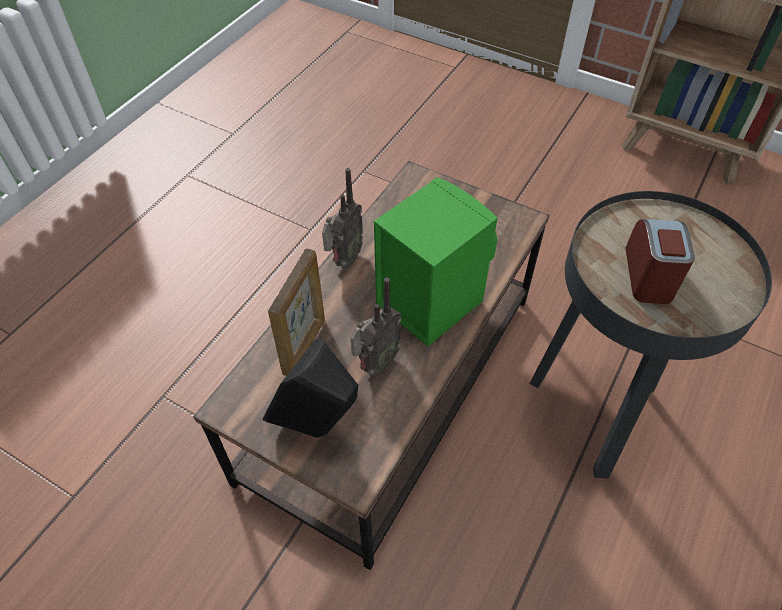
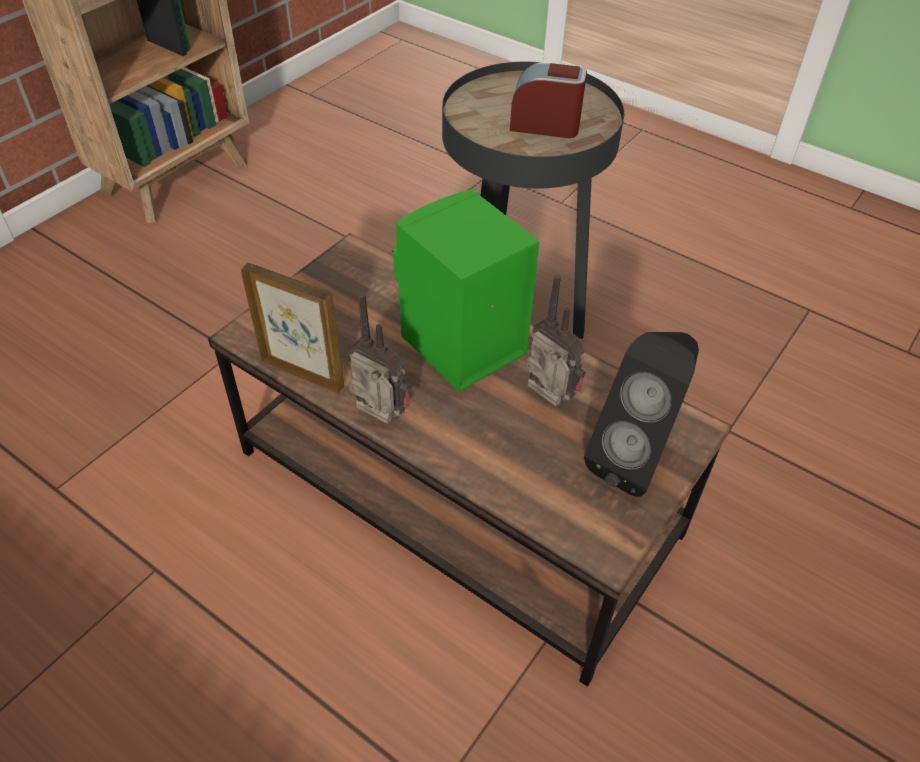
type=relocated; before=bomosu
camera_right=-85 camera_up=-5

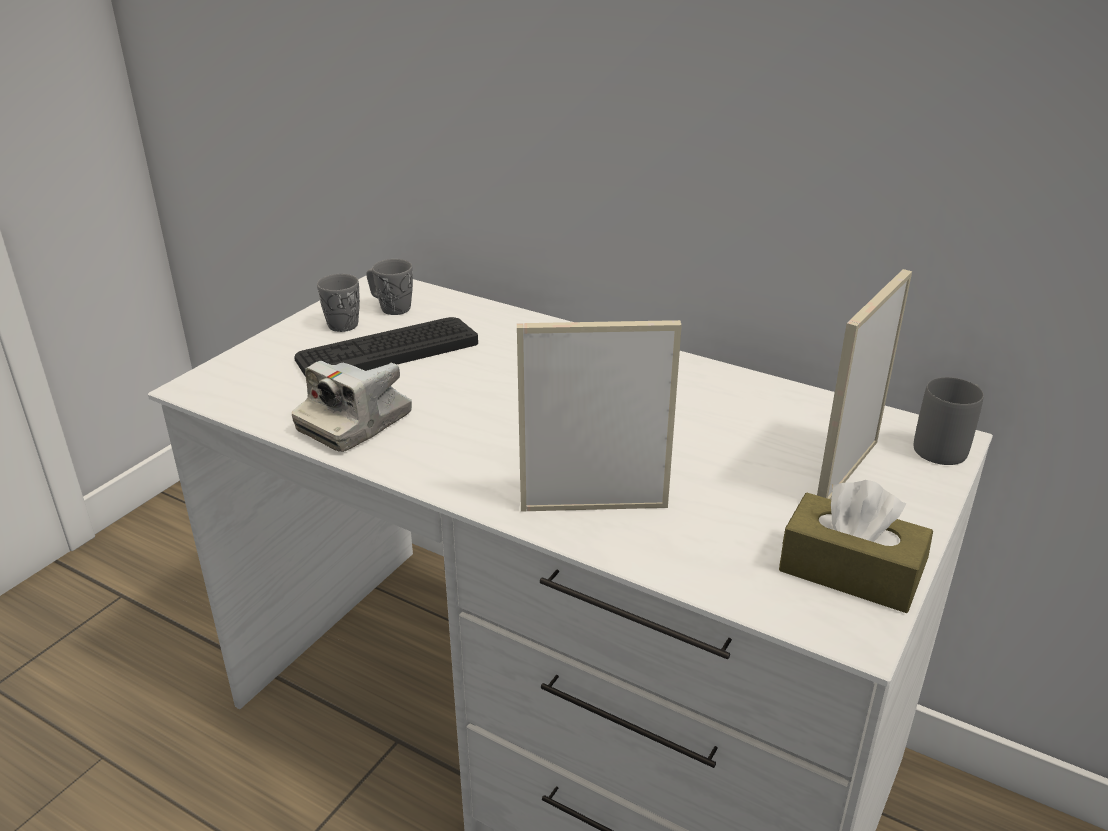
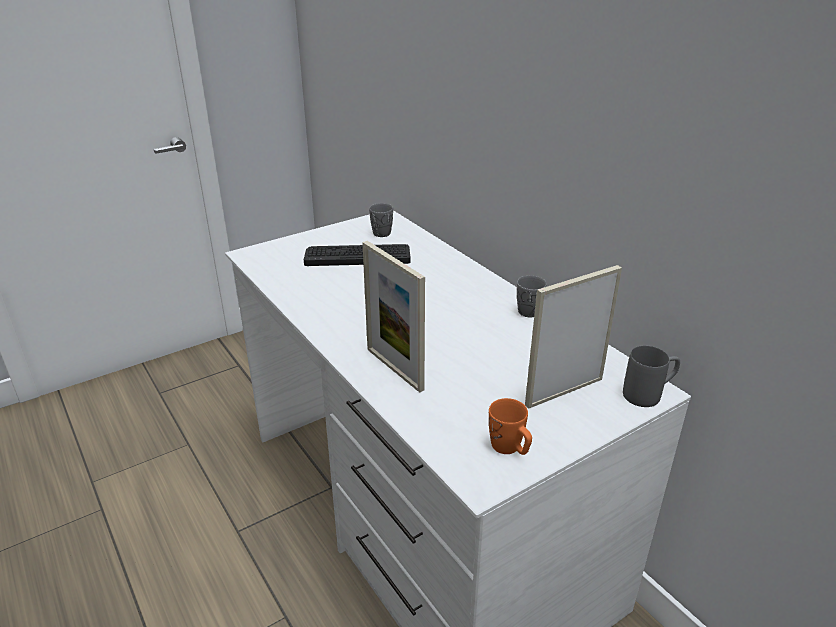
type=missing; before=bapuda
type=relocated; before=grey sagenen (no. 1 from left in the first image); after=grey sagenen (no. 2 from left)
type=spun; before=bomosu (no. 1 from left); turn=-150
type=exchanged; before=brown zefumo; after=orange sagenen
camera_right=25 camera_up=0

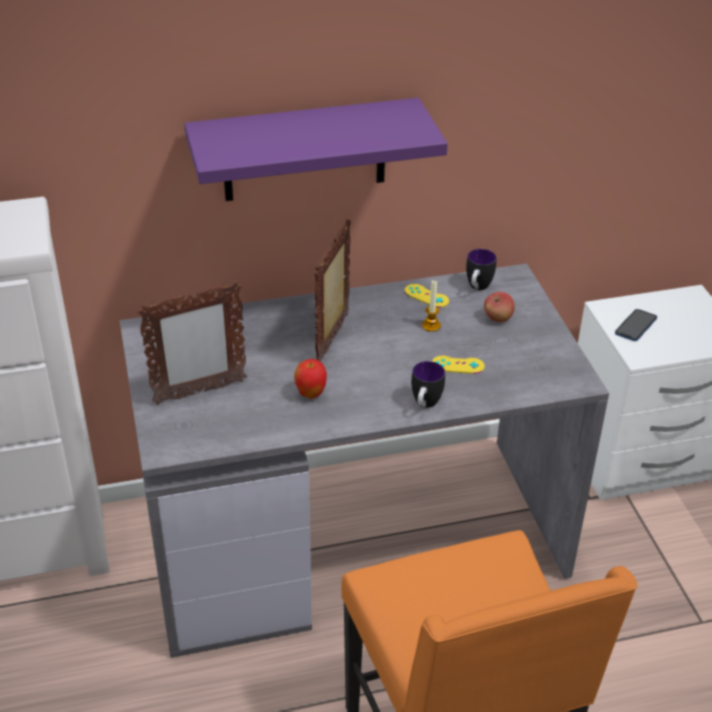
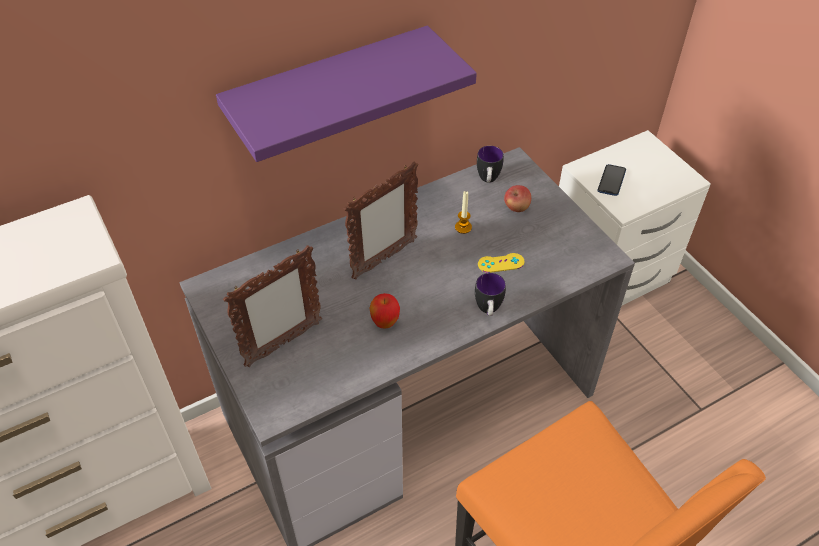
type=spun; before=bomosu (no. 2 from left); turn=-135
type=missing; before=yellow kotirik (no. 1 from left)
camera_right=-15 camera_up=10

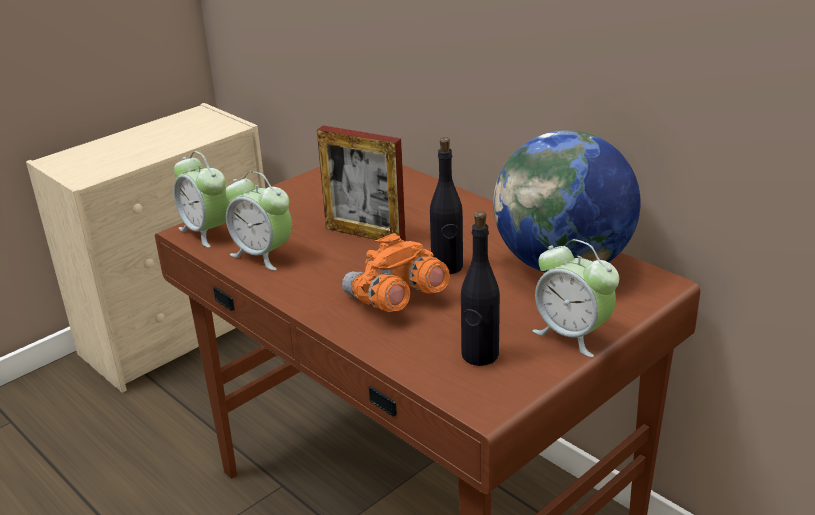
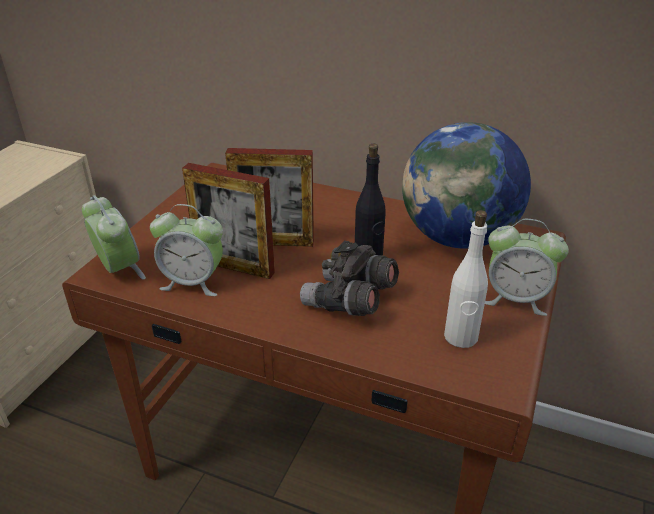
type=spun; before=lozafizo (no. 1 from left); turn=-150
type=colour; before=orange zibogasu; after=grey zibogasu
type=colour; before=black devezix (no. 2 from left); after=white devezix
type=appeared; after=bomosu (no. 1 from left)
camera_right=-25 camera_up=5

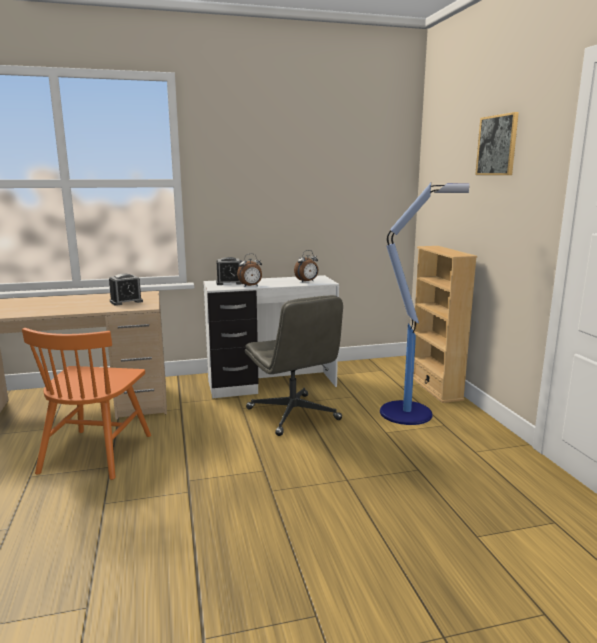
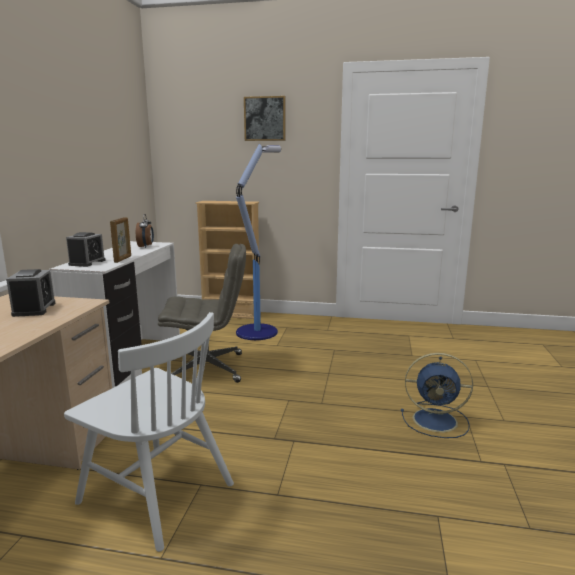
type=colour; before=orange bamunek; after=white bamunek
type=exchanged; before=lozafizo (no. 3 from left); after=bomosu
type=appeared; after=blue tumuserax
camera_right=-65 camera_up=0

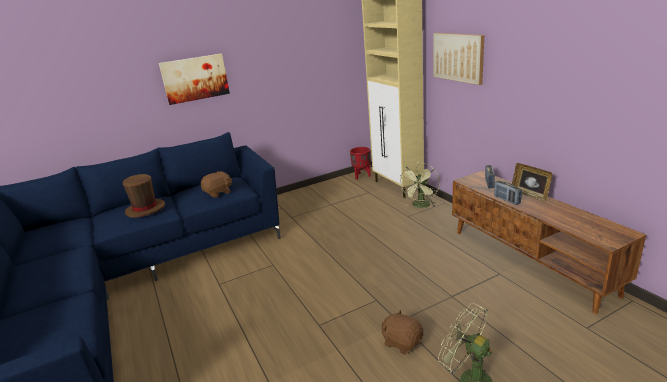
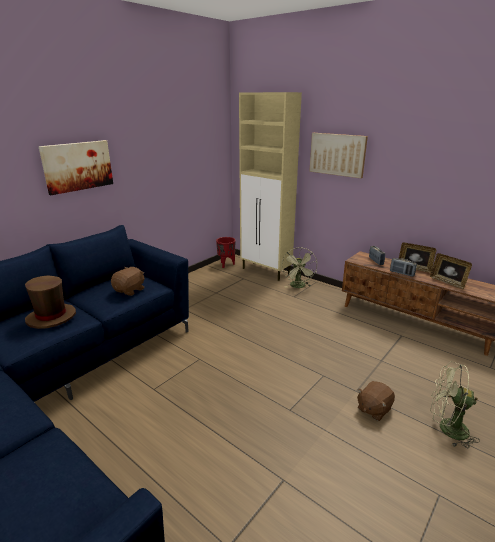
type=spun; before=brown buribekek (no. 2 from left); turn=-60
type=appeared; after=bomosu (no. 2 from left)
camera_right=-25 camera_up=0

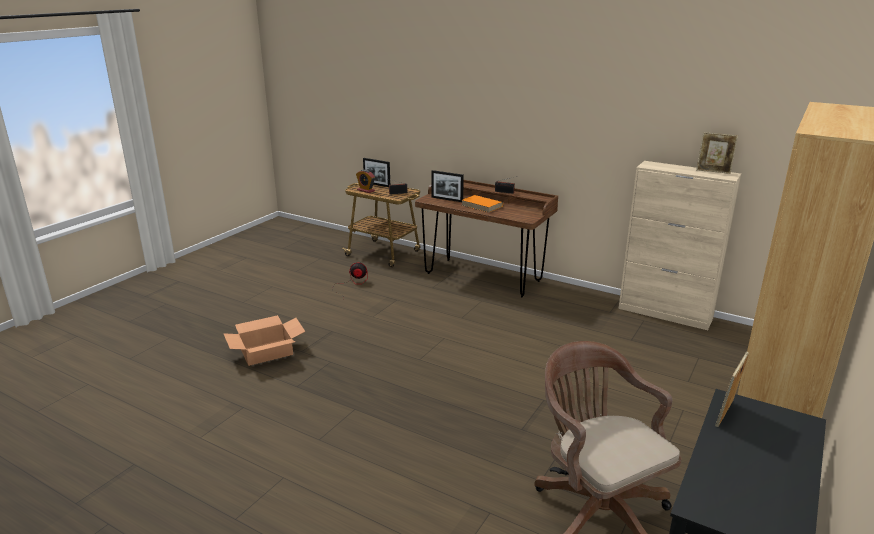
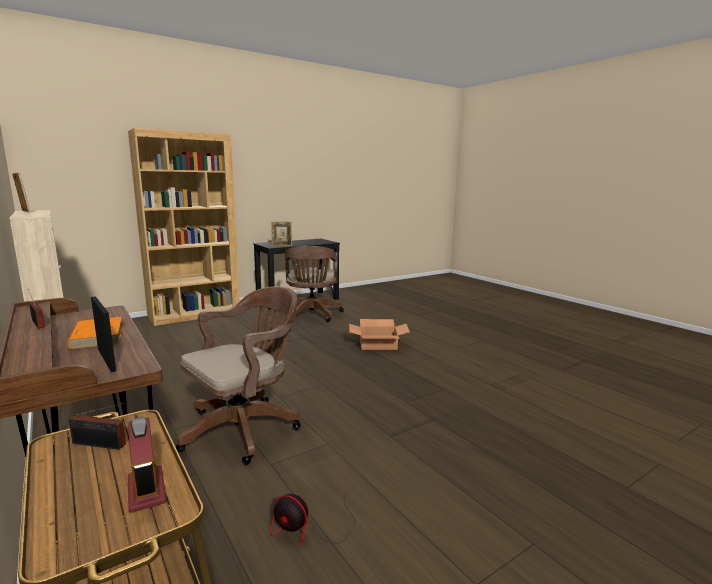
type=relocated; before=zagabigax
type=missing; before=bomosu (no. 1 from left)
type=appeared; after=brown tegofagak (no. 1 from left)
camera_right=-155 camera_up=-10

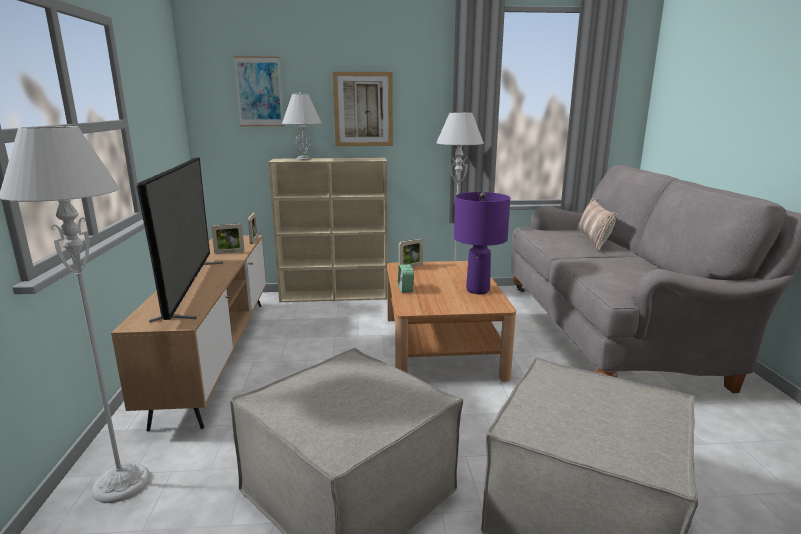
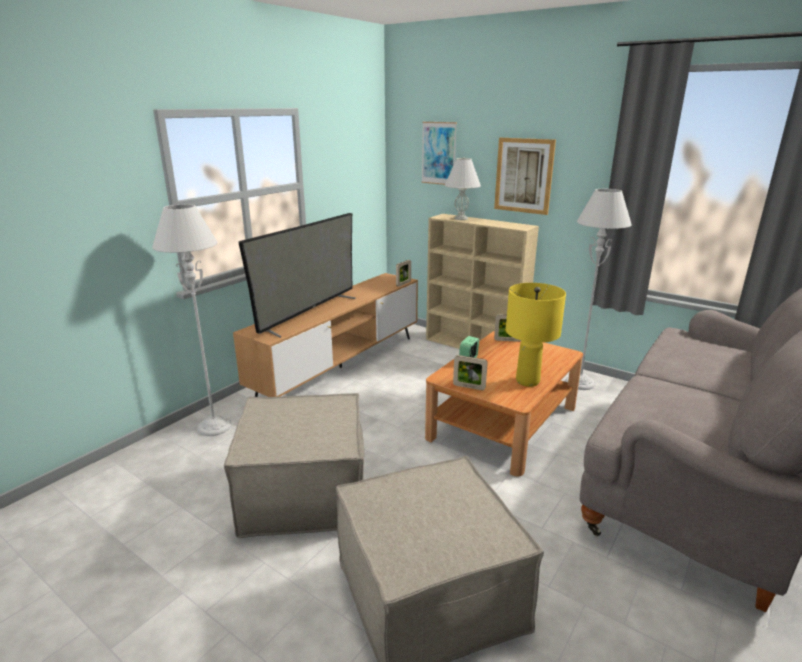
type=relocated; before=bomosu (no. 1 from left in the first image); after=bomosu (no. 2 from left)
type=colour; before=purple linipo; after=yellow linipo
type=missing; before=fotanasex
camera_right=40 camera_up=5

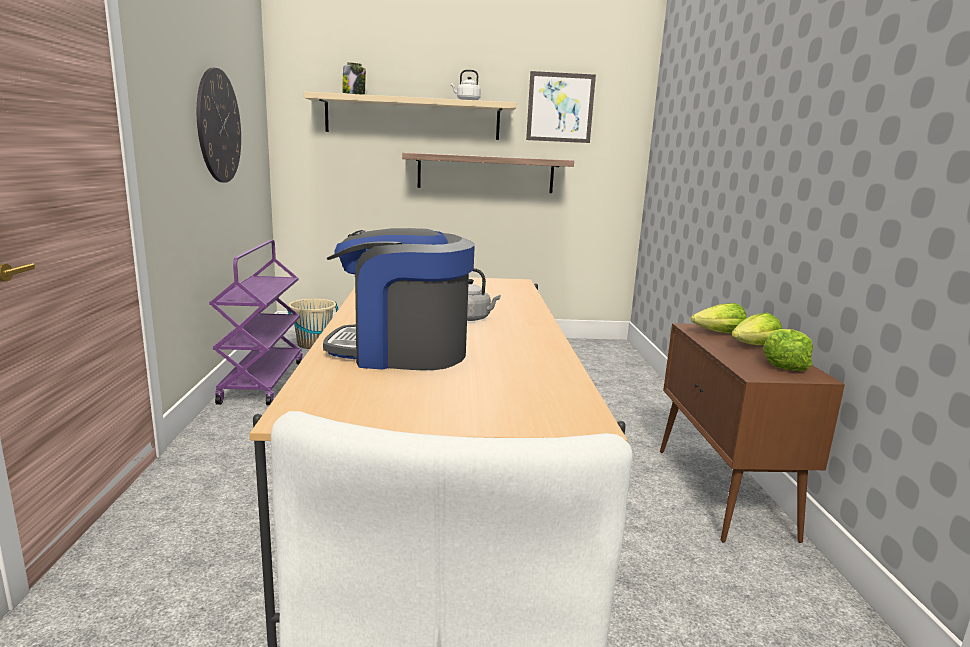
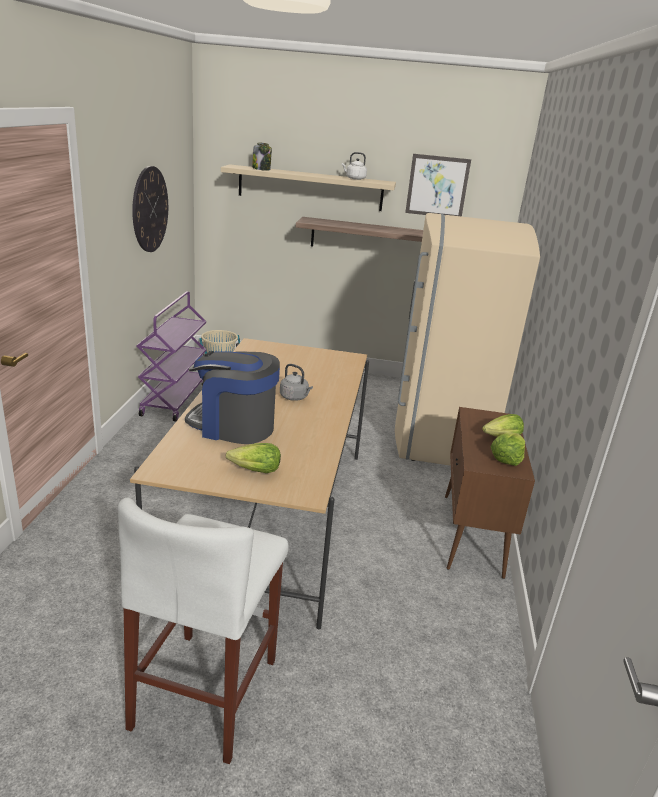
type=relocated; before=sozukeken (no. 1 from left)
type=appeared; after=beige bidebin
camera_right=10 camera_up=10

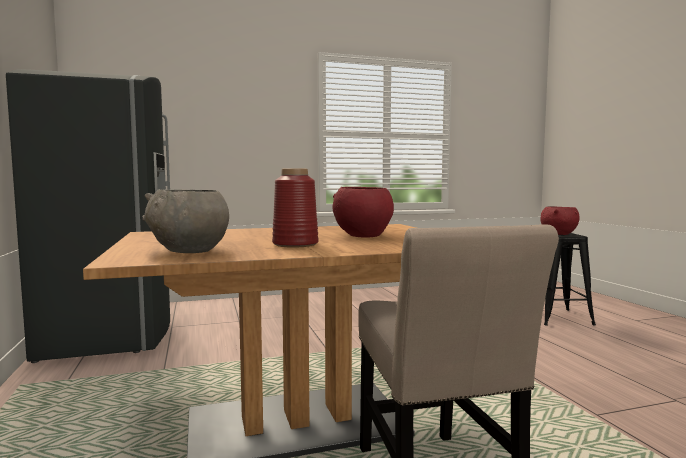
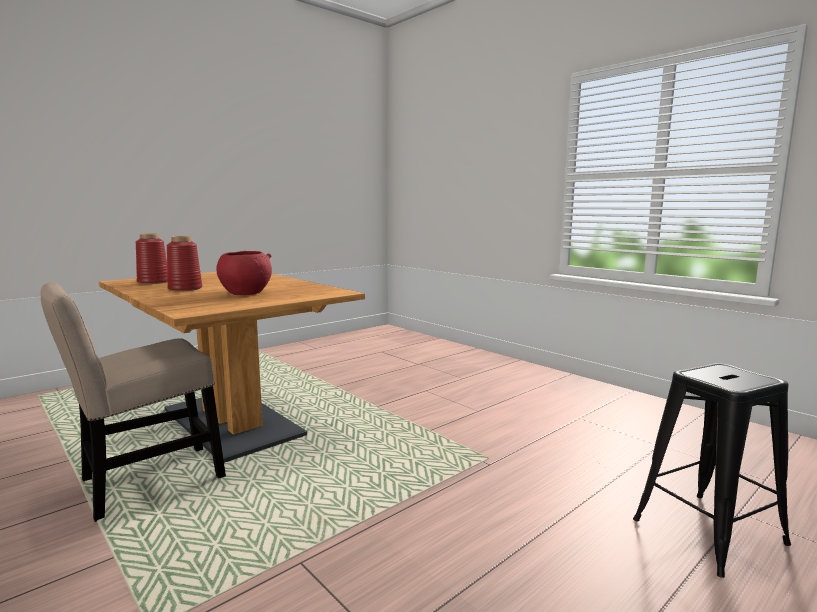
type=missing; before=grey bidebin
type=exchanged; before=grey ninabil; after=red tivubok (no. 1 from left)
type=missing; before=red ninabil (no. 2 from left)
camera_right=65 camera_up=5

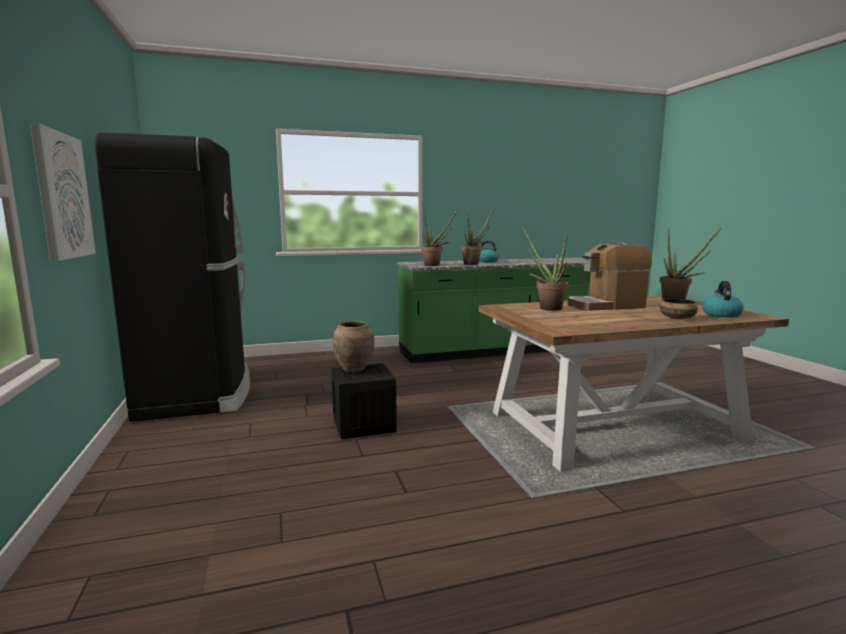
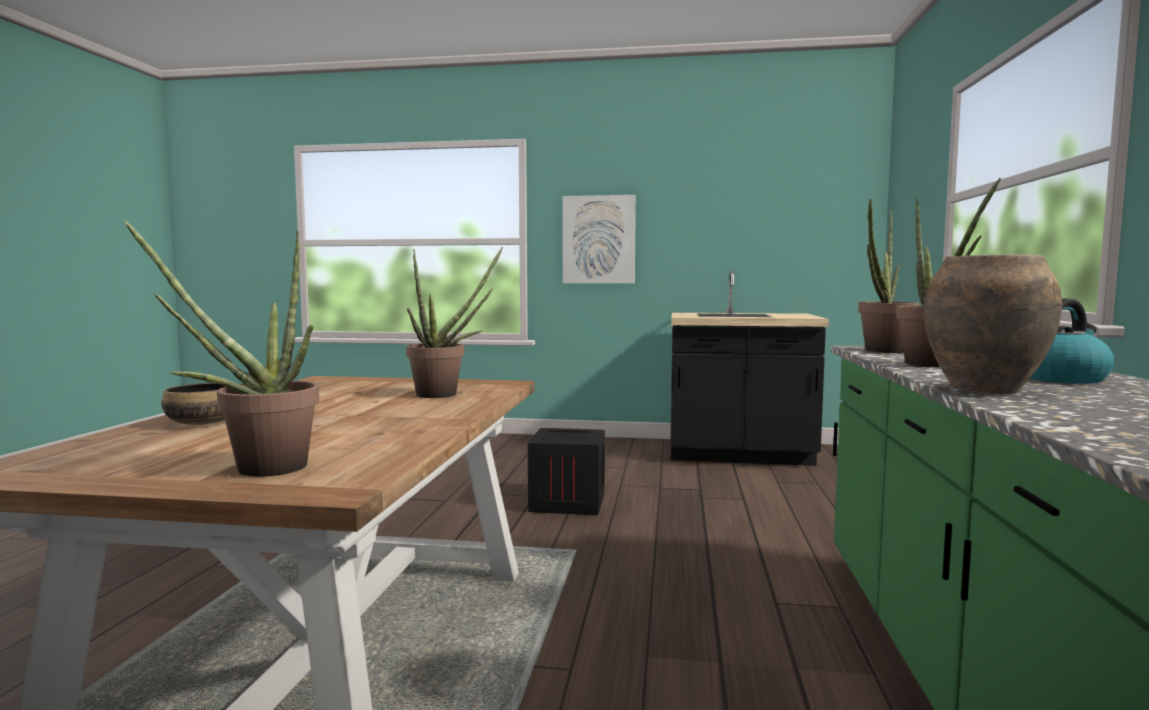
type=exchanged; before=black bidebin; after=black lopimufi
type=relocated; before=brown tivubok
type=missing; before=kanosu
type=missing; before=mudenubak (no. 2 from left)
camera_right=115 camera_up=-5

